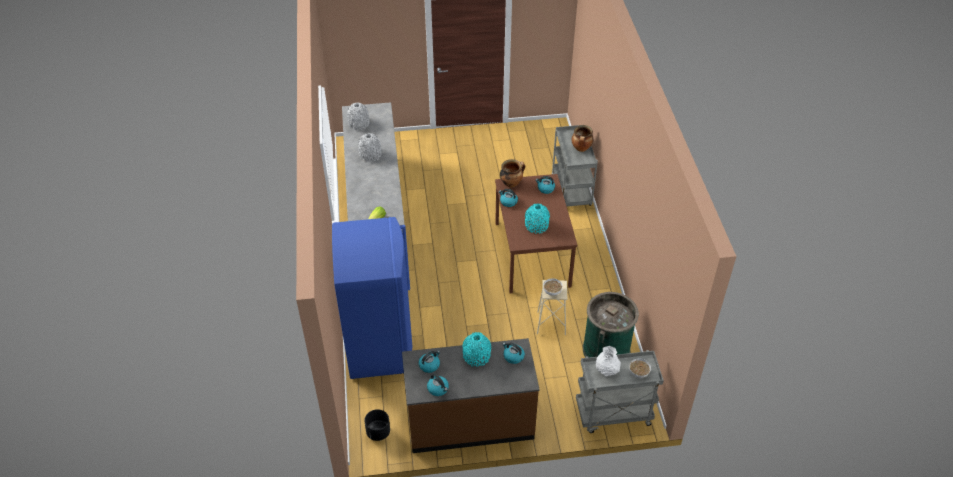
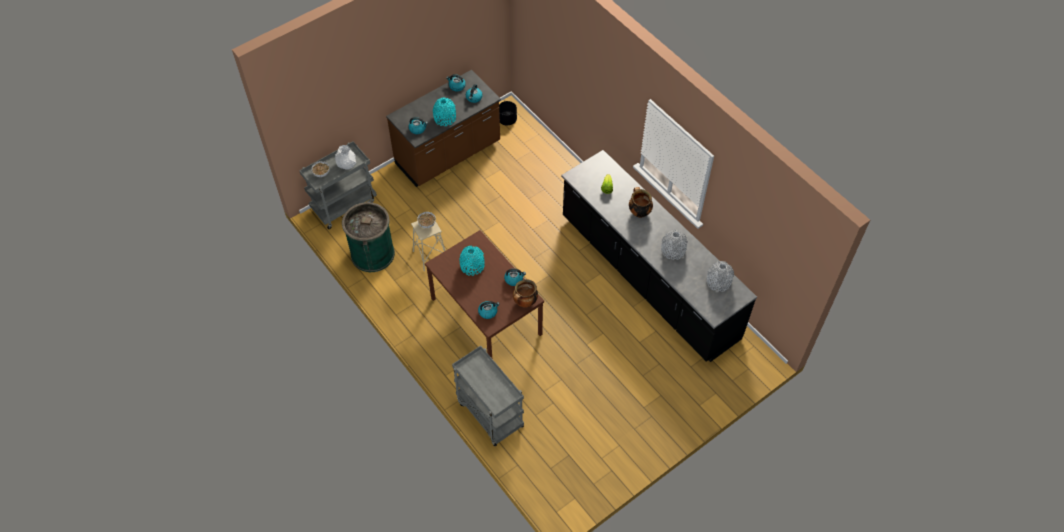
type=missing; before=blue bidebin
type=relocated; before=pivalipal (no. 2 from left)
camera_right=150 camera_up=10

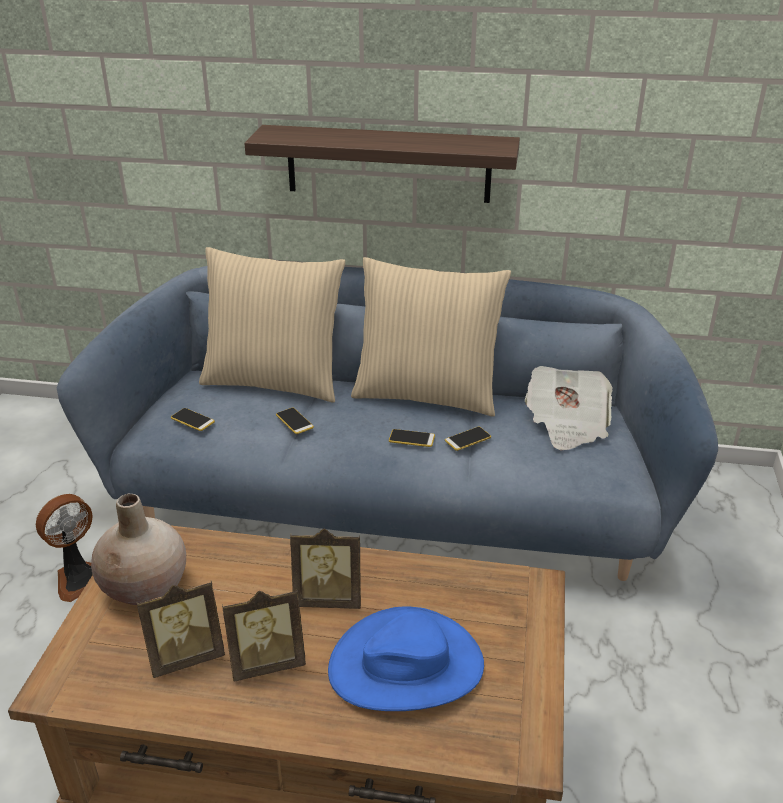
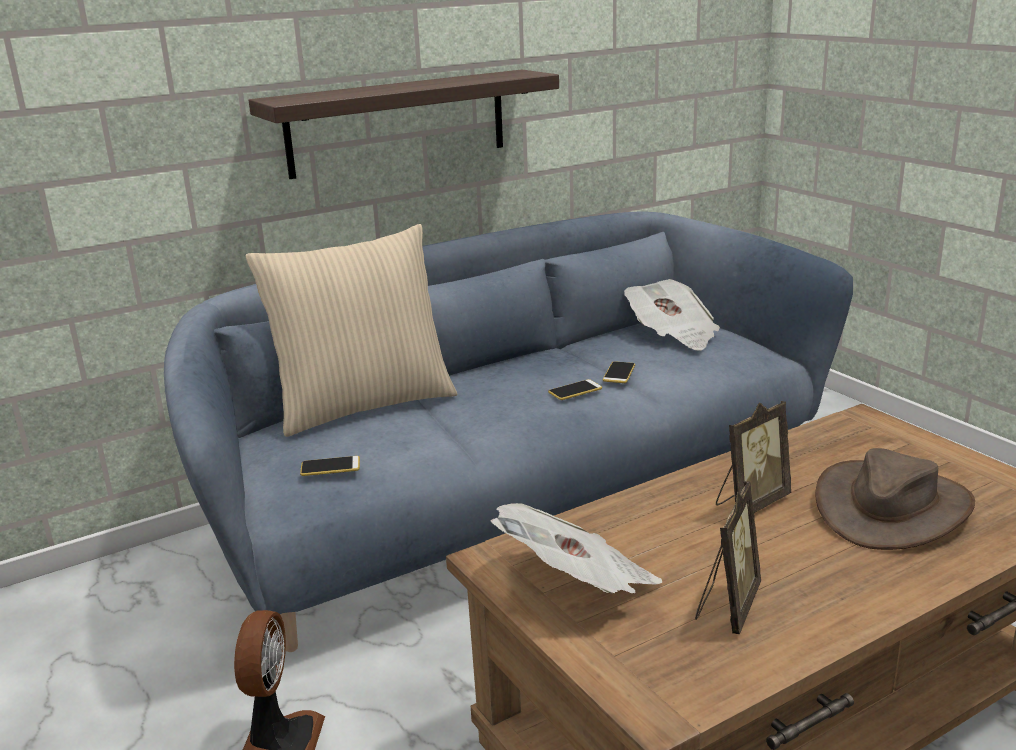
type=exchanged; before=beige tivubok; after=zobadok (no. 1 from left)
type=missing; before=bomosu (no. 2 from left)
type=missing; before=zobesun (no. 2 from left)
type=colour; before=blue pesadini; after=brown pesadini
type=missing; before=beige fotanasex (no. 2 from left)
camera_right=-40 camera_up=-10

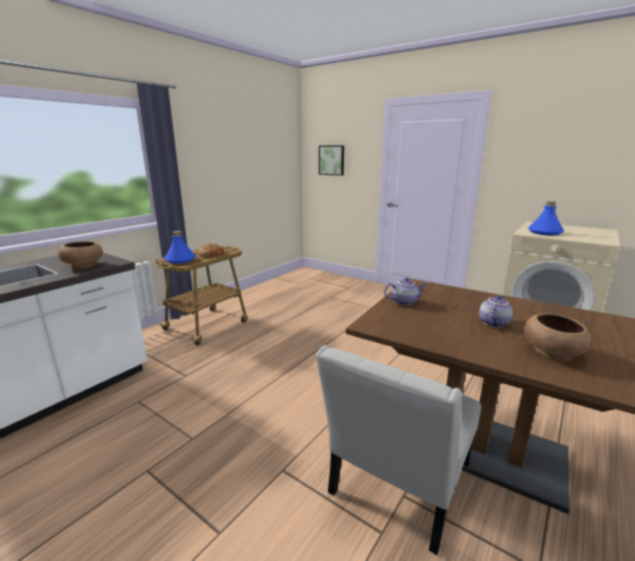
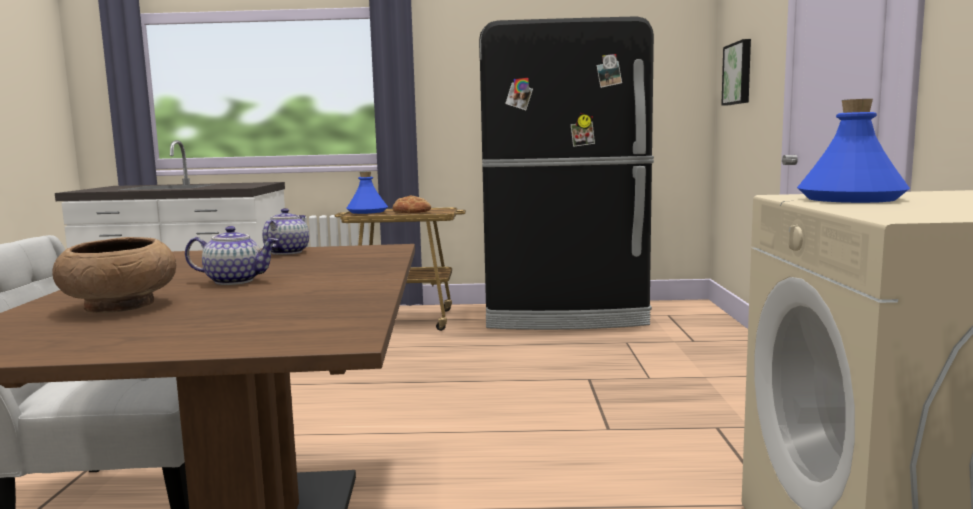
type=missing; before=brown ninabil (no. 1 from left)
type=spun; before=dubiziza (no. 1 from left in the first image); turn=-120
type=appeared; after=black bidebin
camera_right=55 camera_up=-10

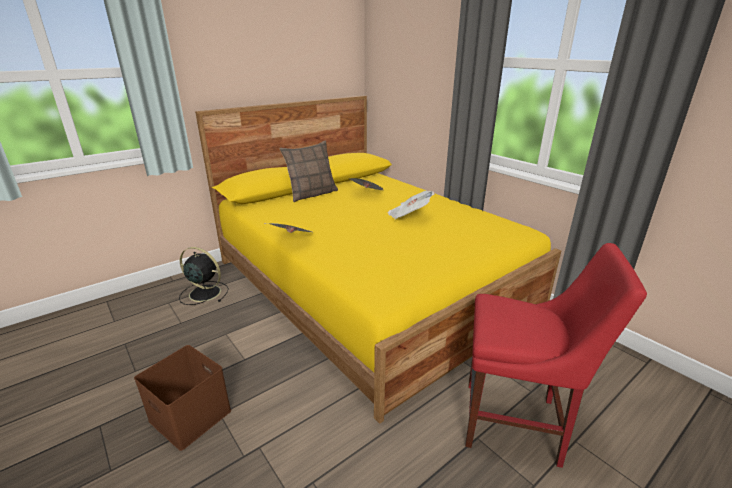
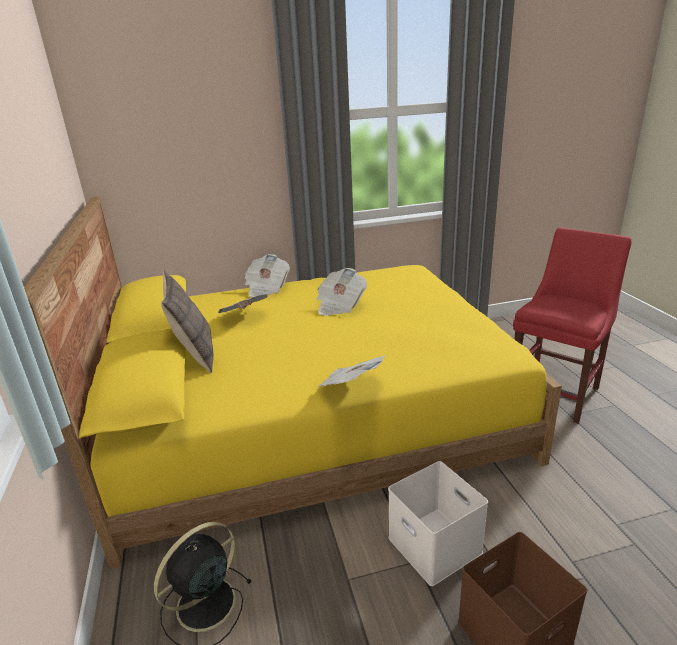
type=appeared; after=zobadok (no. 2 from left)
type=appeared; after=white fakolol
camera_right=-65 camera_up=0

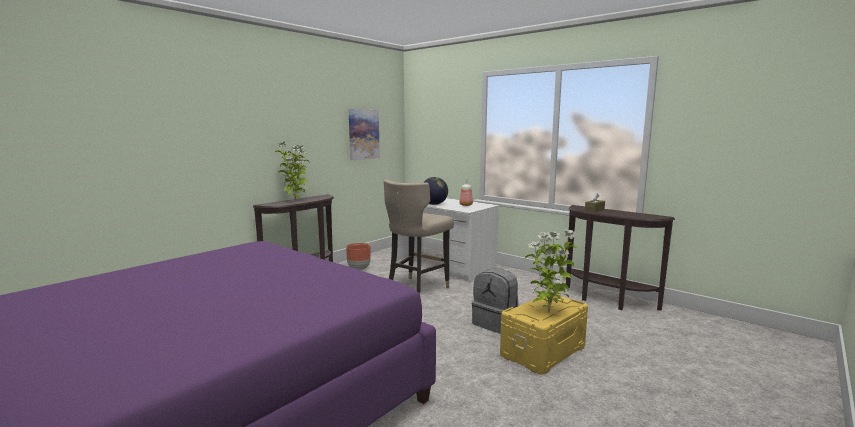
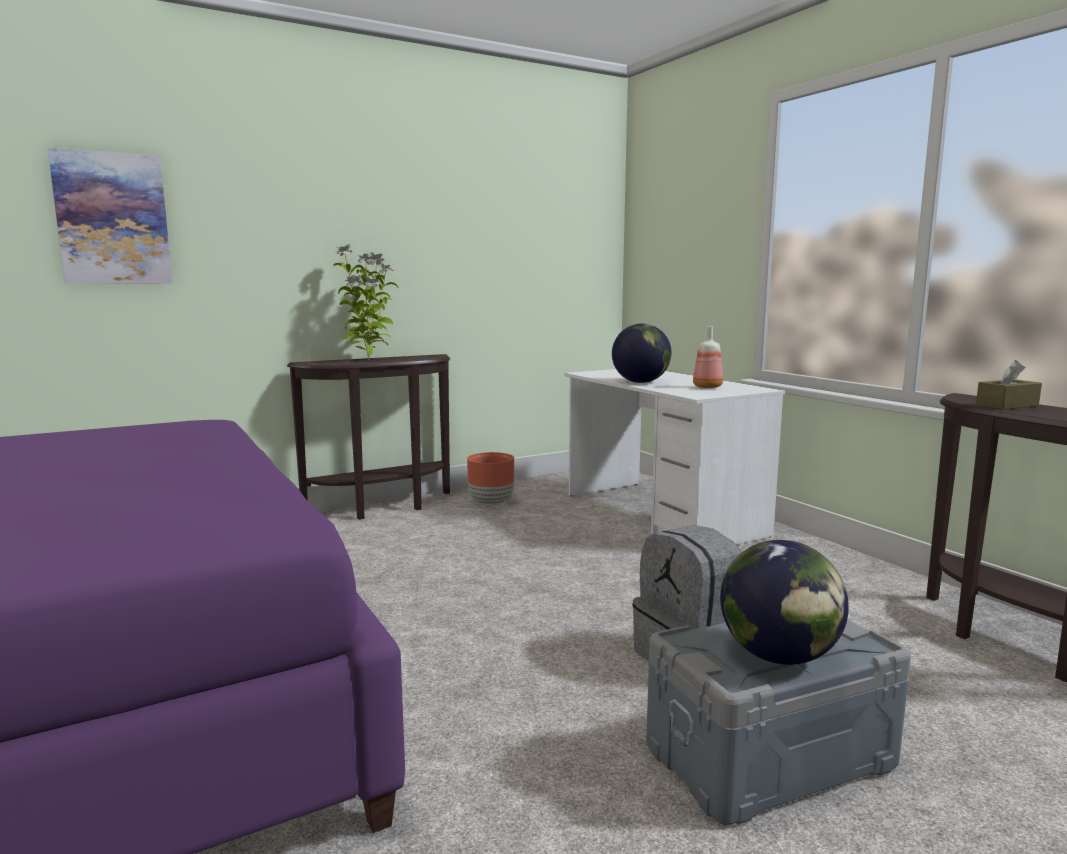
type=relocated; before=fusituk
type=missing; before=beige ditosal
type=colour; before=yellow fakolol; after=grey fakolol
type=exchanged; before=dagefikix (no. 2 from left); after=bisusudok (no. 2 from left)
camera_right=20 camera_up=0

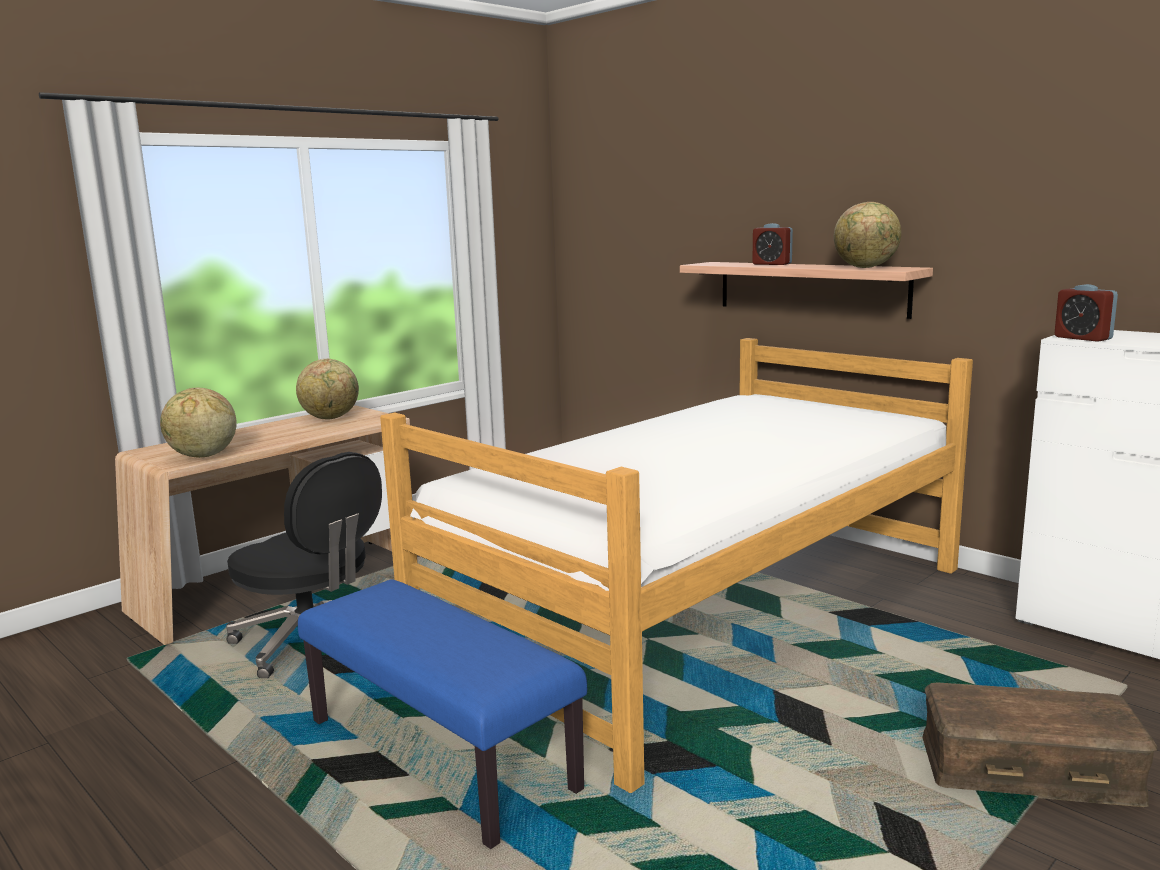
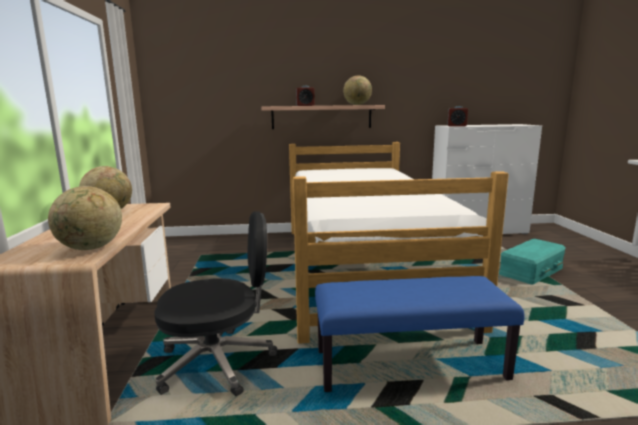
type=colour; before=brown fakolol; after=turquoise fakolol
camera_right=-50 camera_up=0

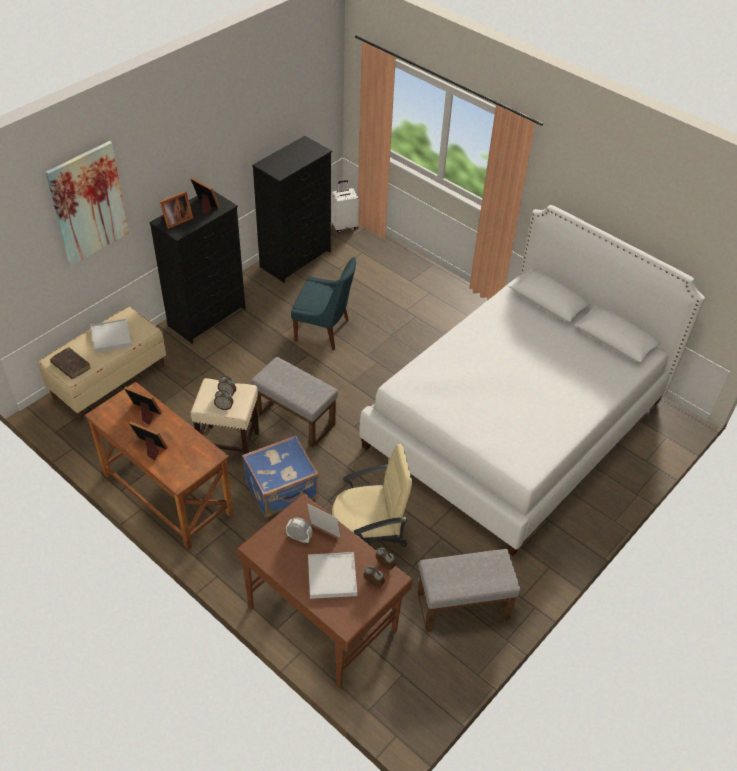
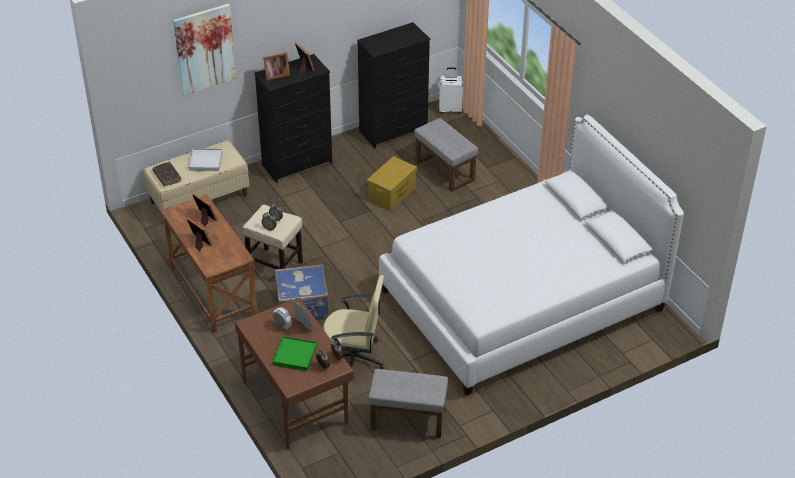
type=relocated; before=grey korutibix (no. 1 from left in the first image); after=grey korutibix (no. 2 from left)
type=exchanged; before=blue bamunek; after=yellow fakolol
type=colour; before=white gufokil (no. 2 from left); after=green gufokil
camera_right=20 camera_up=-5

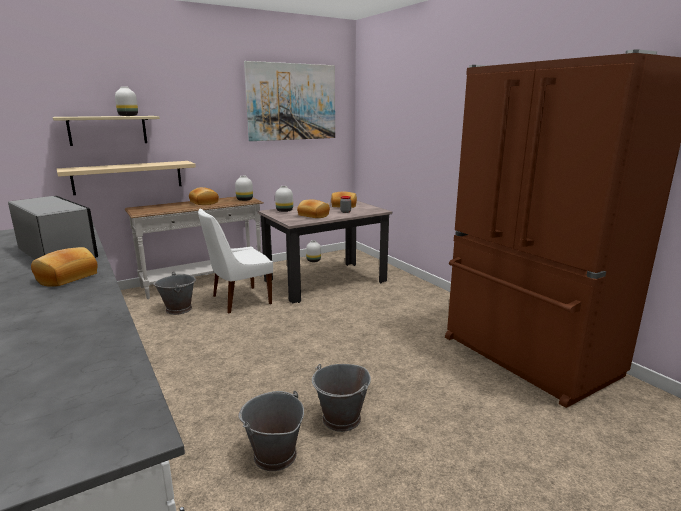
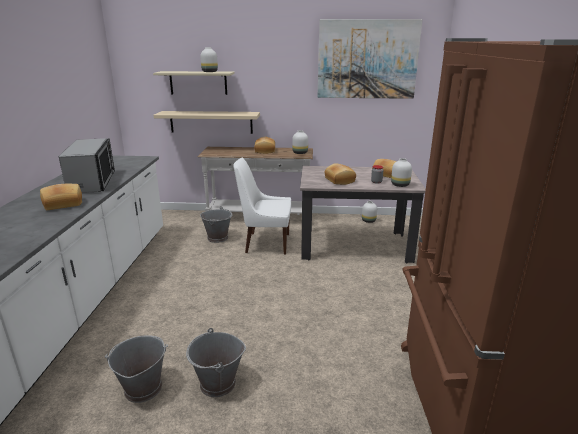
type=relocated; before=white tivubok (no. 3 from left in the first image); after=white tivubok (no. 4 from left)
camera_right=35 camera_up=5

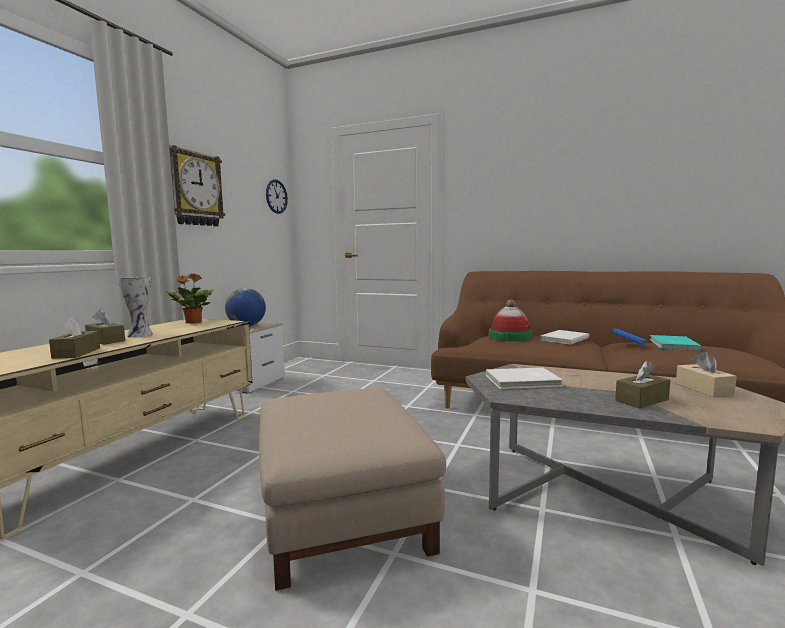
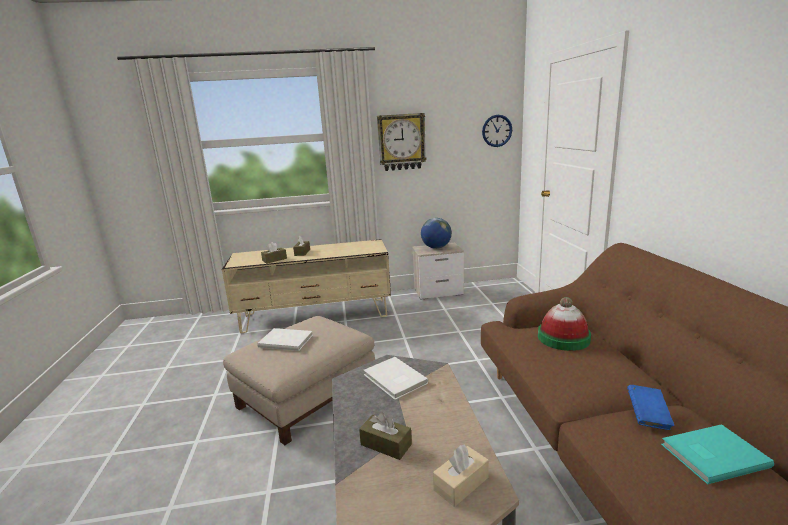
type=missing; before=tivubok
type=missing; before=dagefikix
type=relocated; before=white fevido (no. 2 from left in the first image); after=white fevido (no. 1 from left)
camera_right=60 camera_up=10

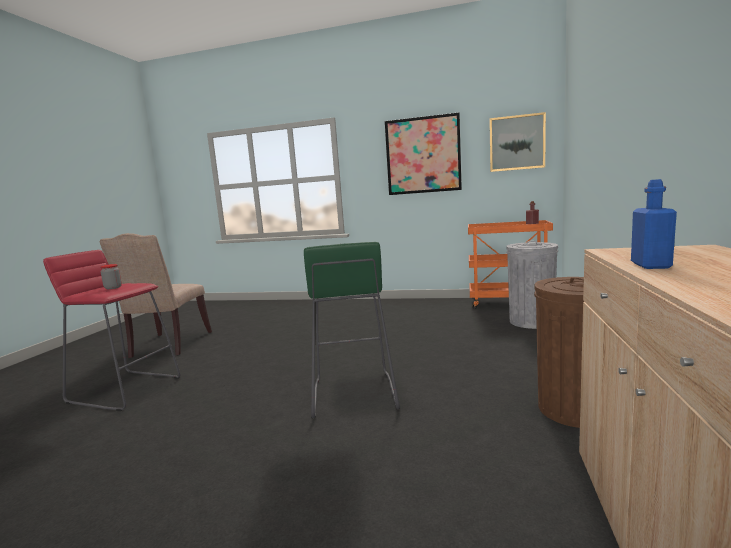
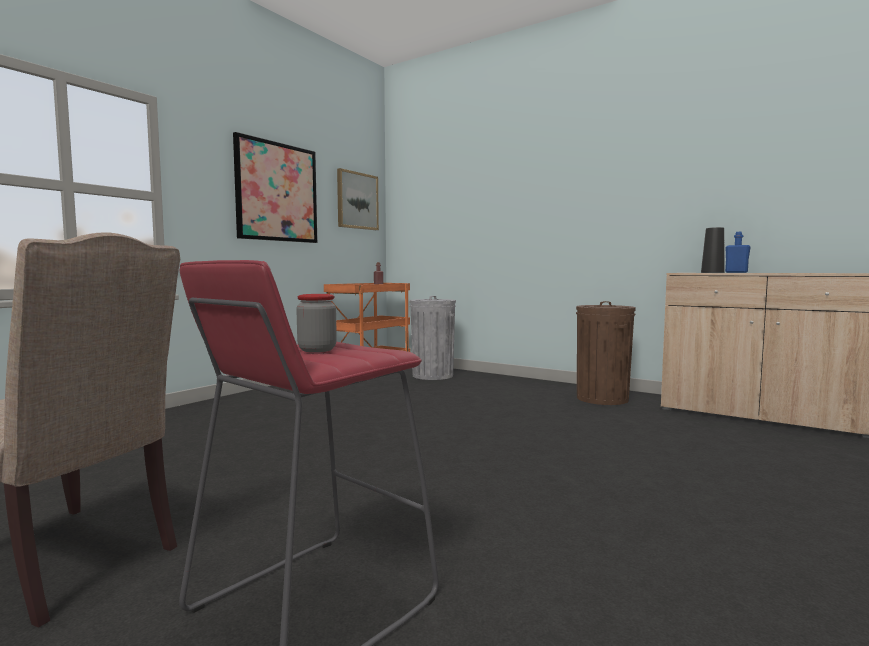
type=missing; before=green ditosal
type=appeared; after=black tivubok
camera_right=-70 camera_up=-5

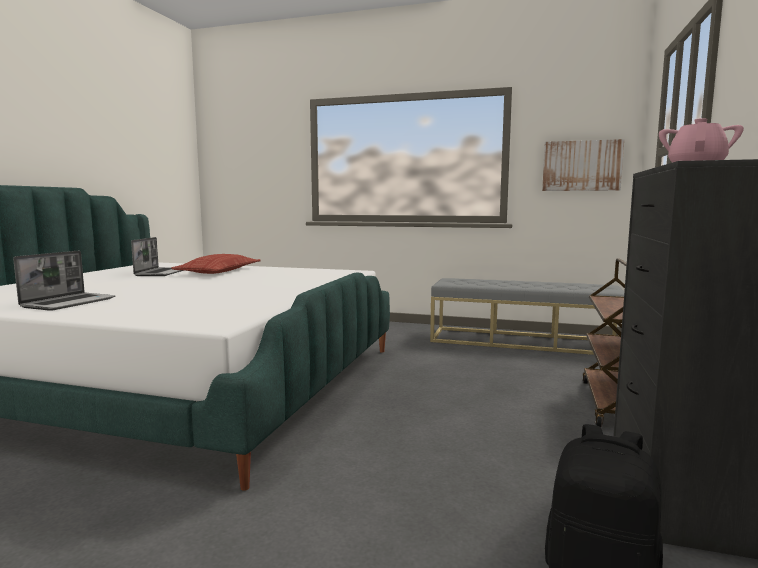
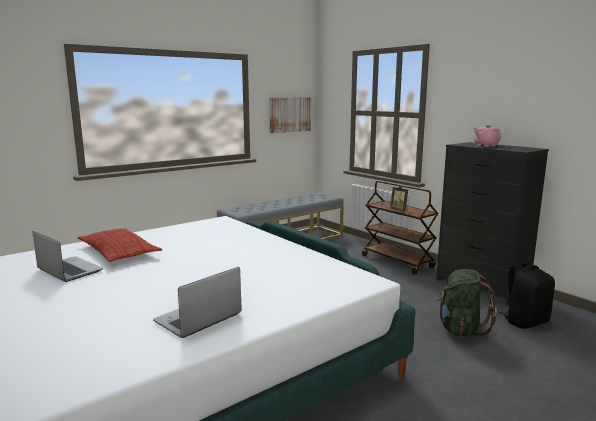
type=spun; before=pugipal (no. 1 from left in the first image); turn=-105
type=appeared; after=bomosu
type=appeared; after=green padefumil
camera_right=-55 camera_up=5

